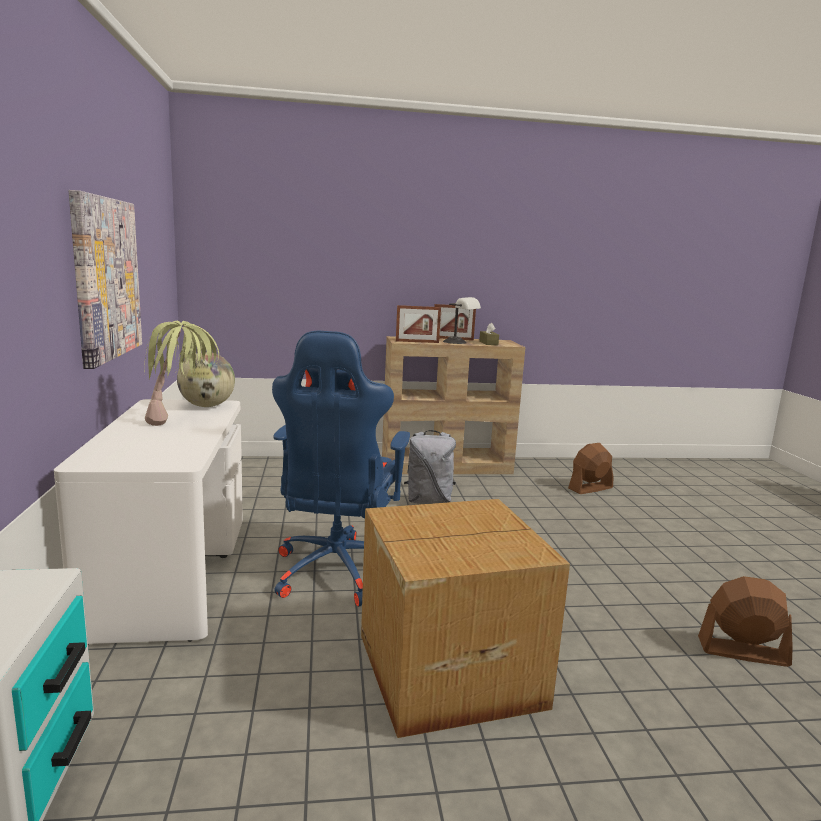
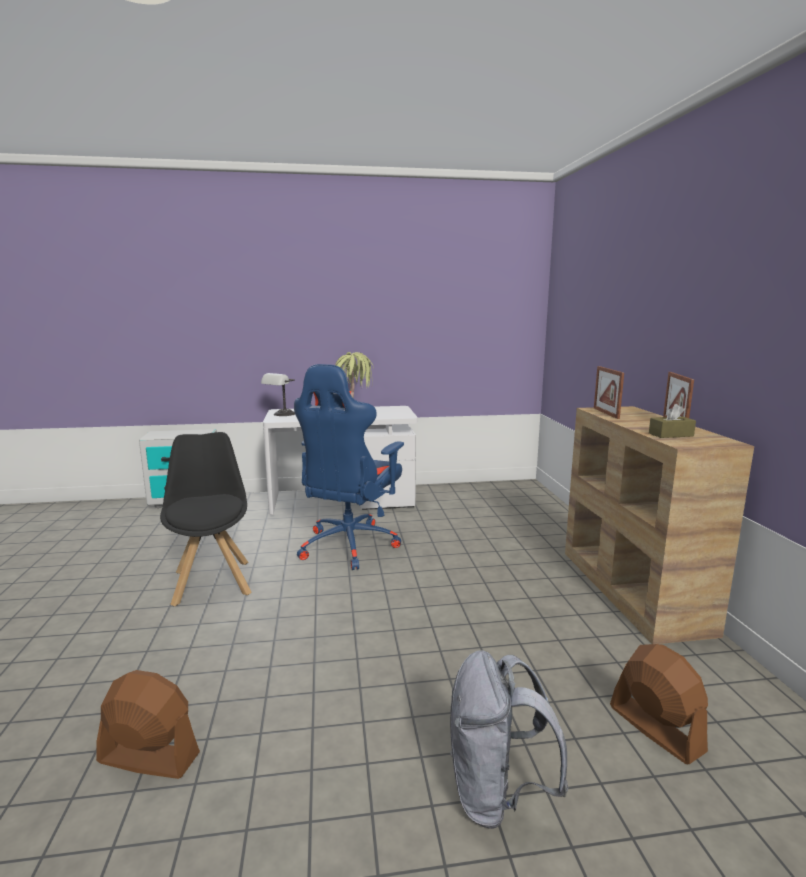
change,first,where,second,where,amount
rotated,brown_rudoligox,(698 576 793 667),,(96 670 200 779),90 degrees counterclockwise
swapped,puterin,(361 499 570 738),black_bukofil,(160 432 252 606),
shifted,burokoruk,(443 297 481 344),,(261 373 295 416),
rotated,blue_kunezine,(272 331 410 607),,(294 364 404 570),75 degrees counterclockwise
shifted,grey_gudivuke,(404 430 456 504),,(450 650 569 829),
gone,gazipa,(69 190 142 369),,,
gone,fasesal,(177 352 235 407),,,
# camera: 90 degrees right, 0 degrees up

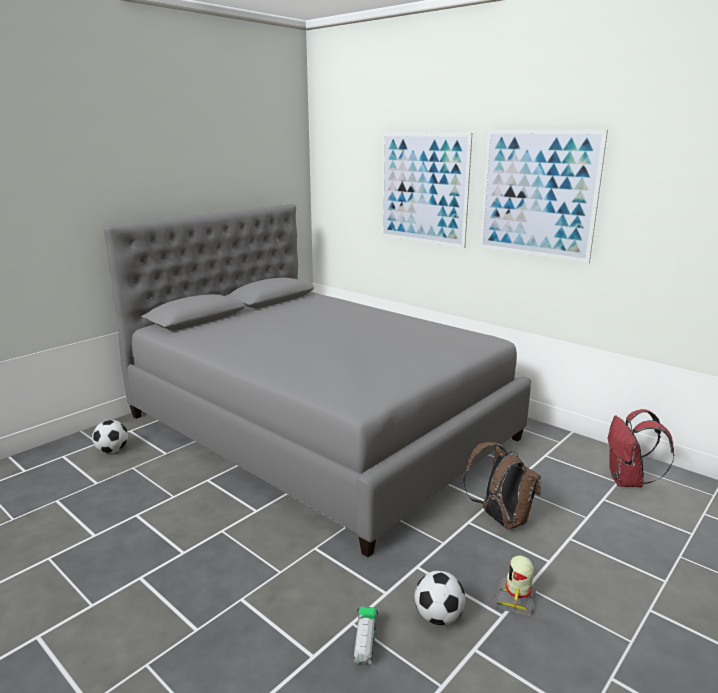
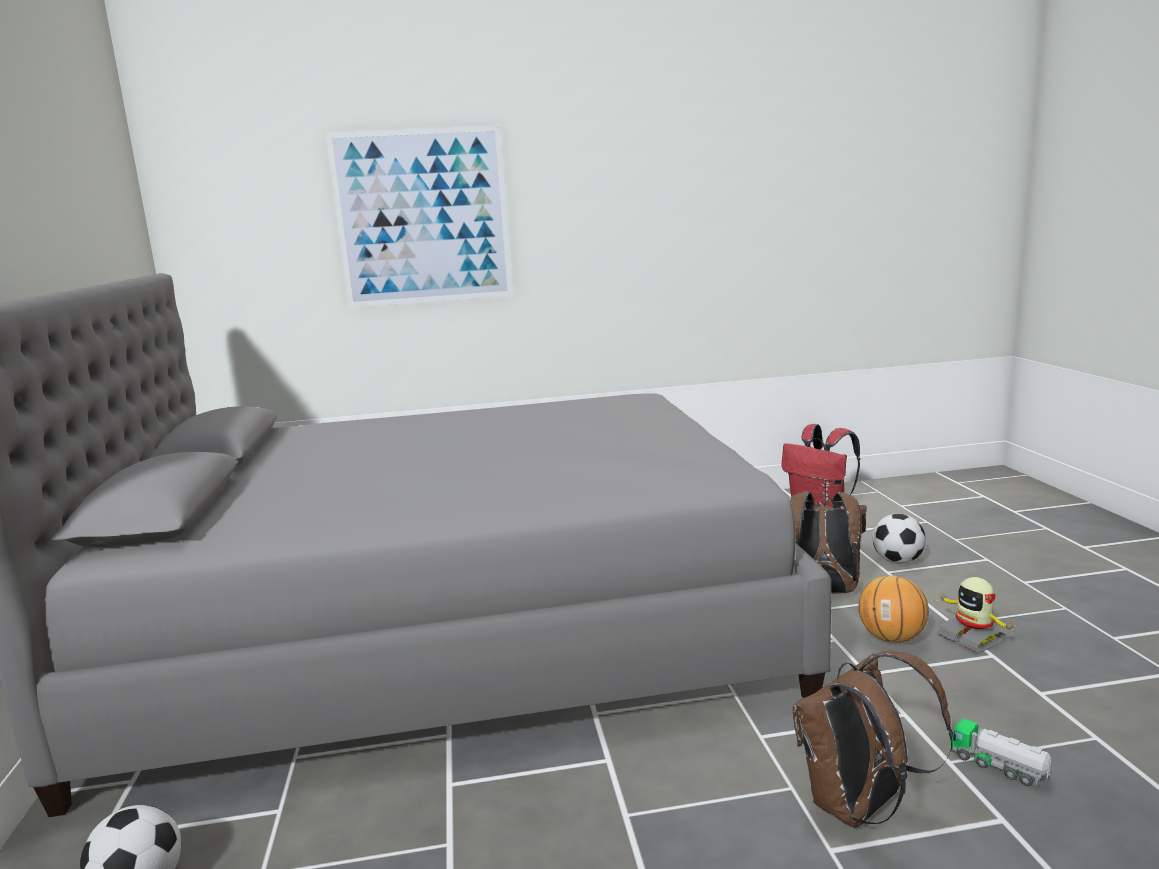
change,first,where,second,where,amount
new,,,brown_gudivuke,(793 651 953 828),
new,,,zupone,(858 576 929 643),
shifted,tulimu,(414 571 465 625),,(872 514 926 564),
gone,gazipa,(479 129 608 263),,,
# camera: 50 degrees left, 5 degrees down

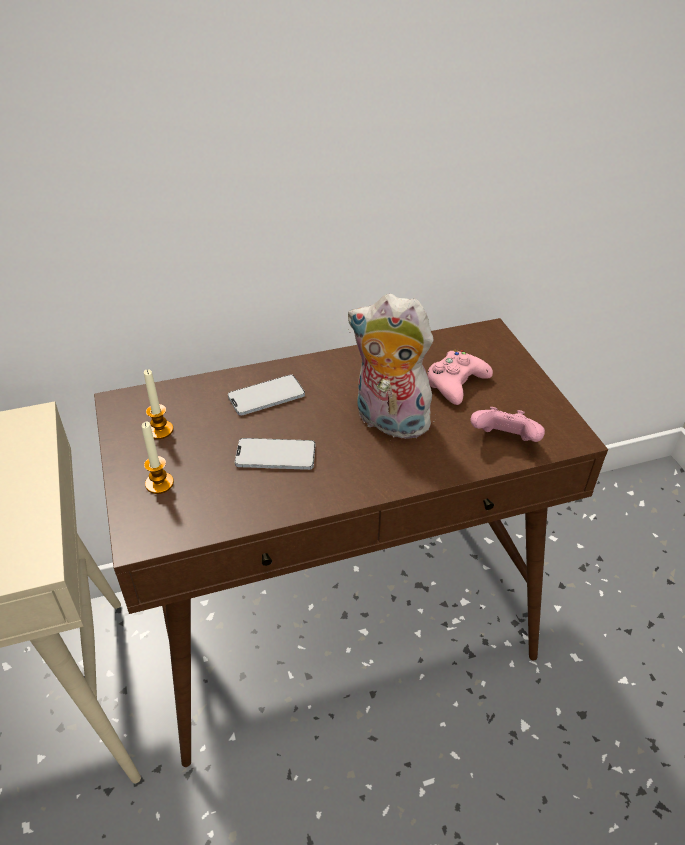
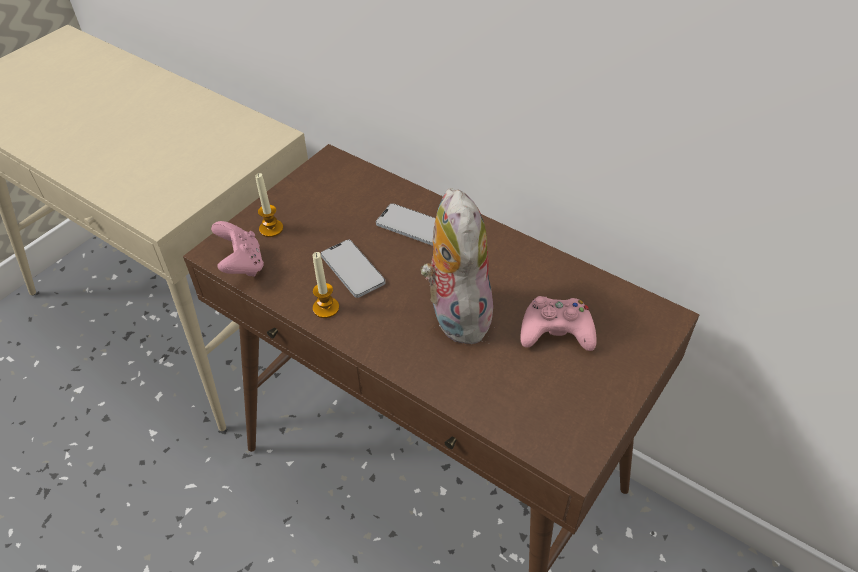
change,first,where,second,where,amount
shifted,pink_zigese,(471 407 545 442),,(211 221 264 277),
shifted,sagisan,(144 369 173 439),,(313 252 339 318),
# camera: 55 degrees right, 5 degrees up

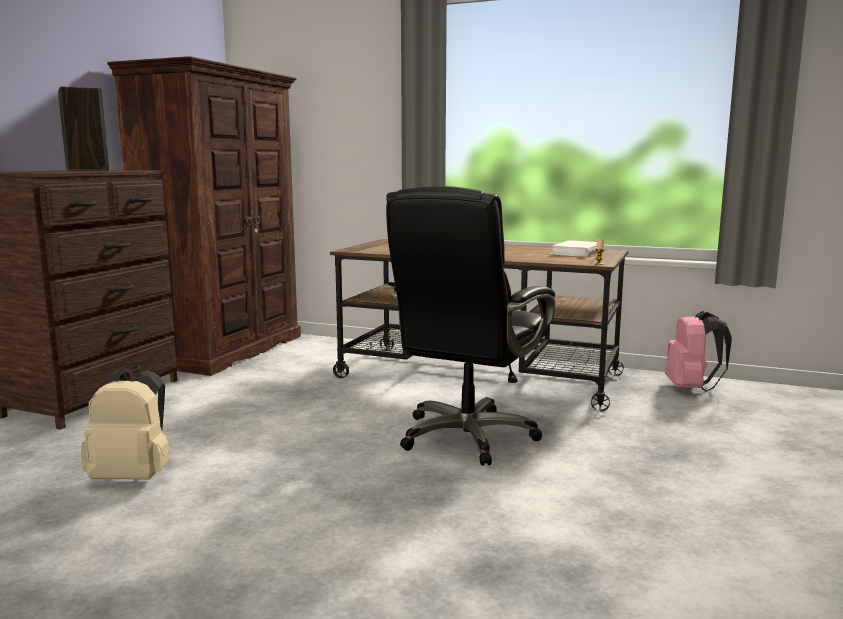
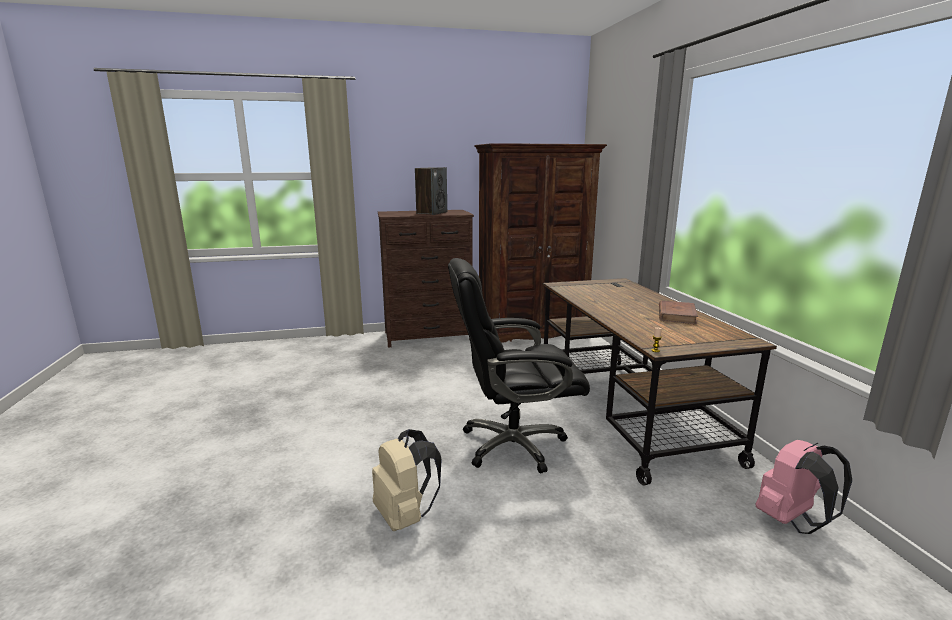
change,first,where,second,where,amount
shifted,beige_gudivuke,(81 368 170 480),,(372 429 442 531),
new,,,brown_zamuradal,(659 301 698 324),
gone,white_zamuradal,(550 240 604 257),,,
# camera: 55 degrees right, 5 degrees up

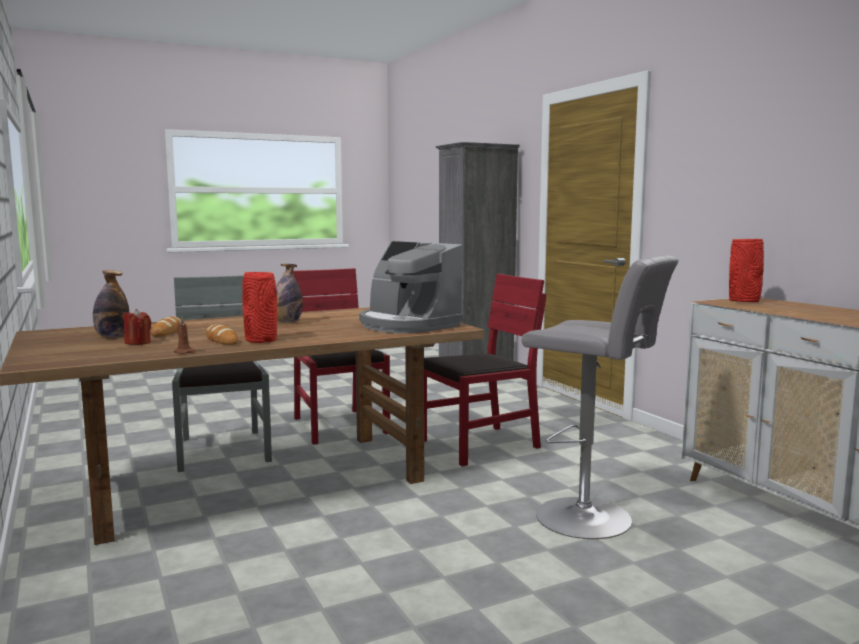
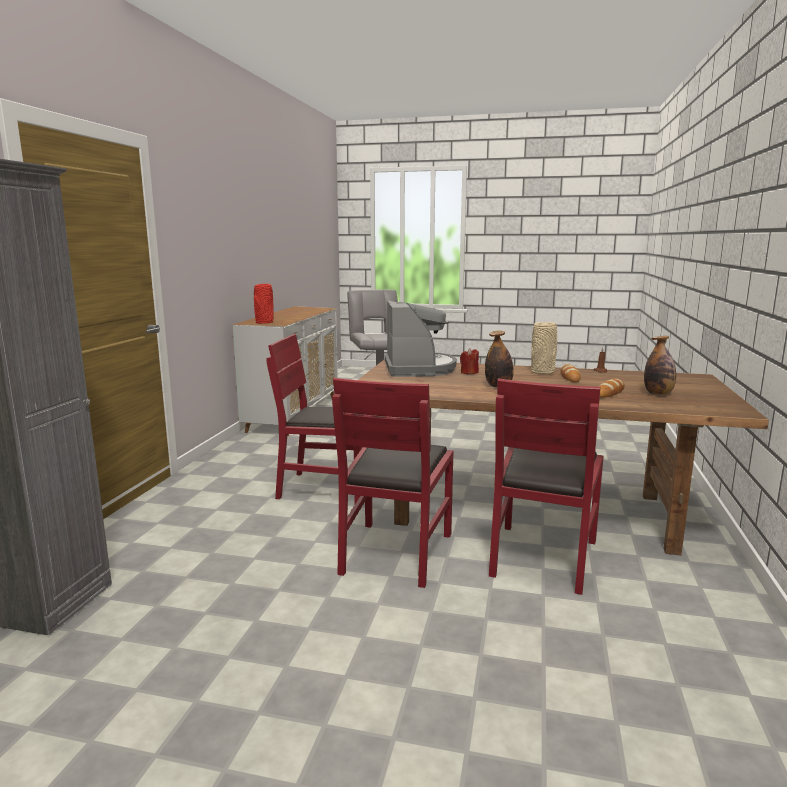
change,first,where,second,where,amount
shifted,red_sagisan,(124 309 151 345),,(460 348 479 374),
repainted,grey_bukofil,(172 275 272 472),red_bukofil,(489 378 604 595),
repainted,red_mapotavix,(242 272 277 343),beige_mapotavix,(531 322 557 374),
# camera: 140 degrees left, 5 degrees up

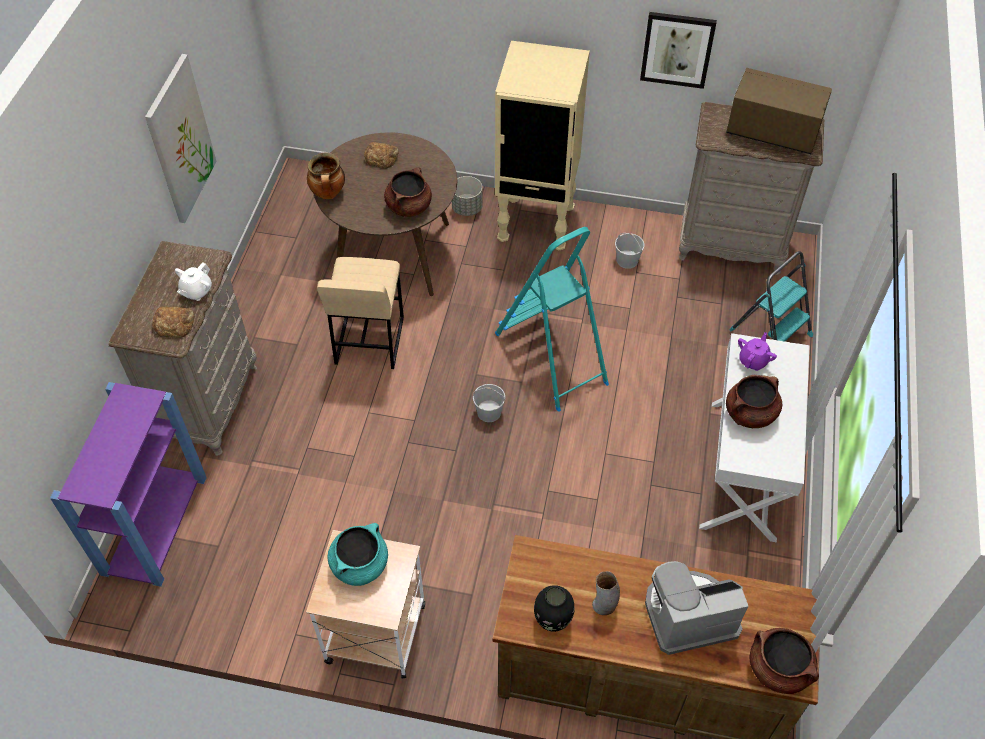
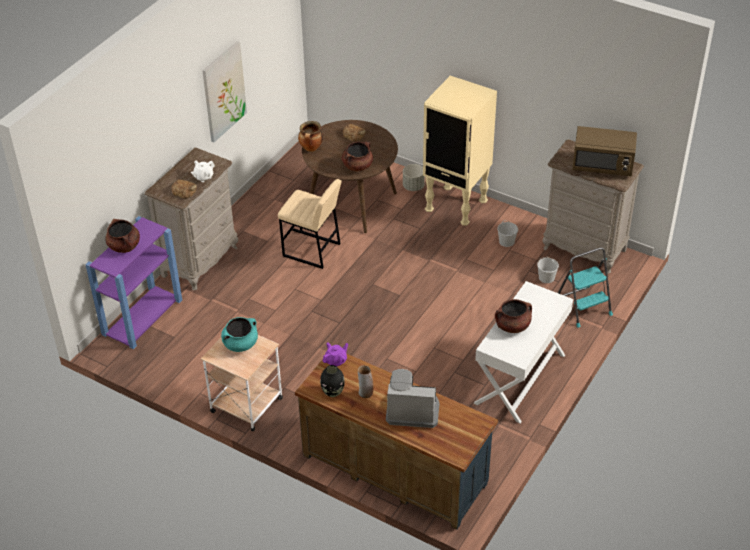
change,first,where,second,where,amount
shifted,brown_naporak,(750 628 819 694),,(105 219 140 253),
rotated,beige_bukofil,(317 257 404 369),,(278 179 342 269),90 degrees counterclockwise
shifted,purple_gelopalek,(738 332 777 371),,(323 342 348 366),
shifted,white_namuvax,(473 384 505 422),,(537 257 559 283),
rotated,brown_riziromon,(726 68 832 154),,(572 126 637 176),150 degrees clockwise
gone,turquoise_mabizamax,(495 227 609 412),,,
gone,gazipa,(640 12 717 89),,,
# camera: 20 degrees right, 10 degrees down

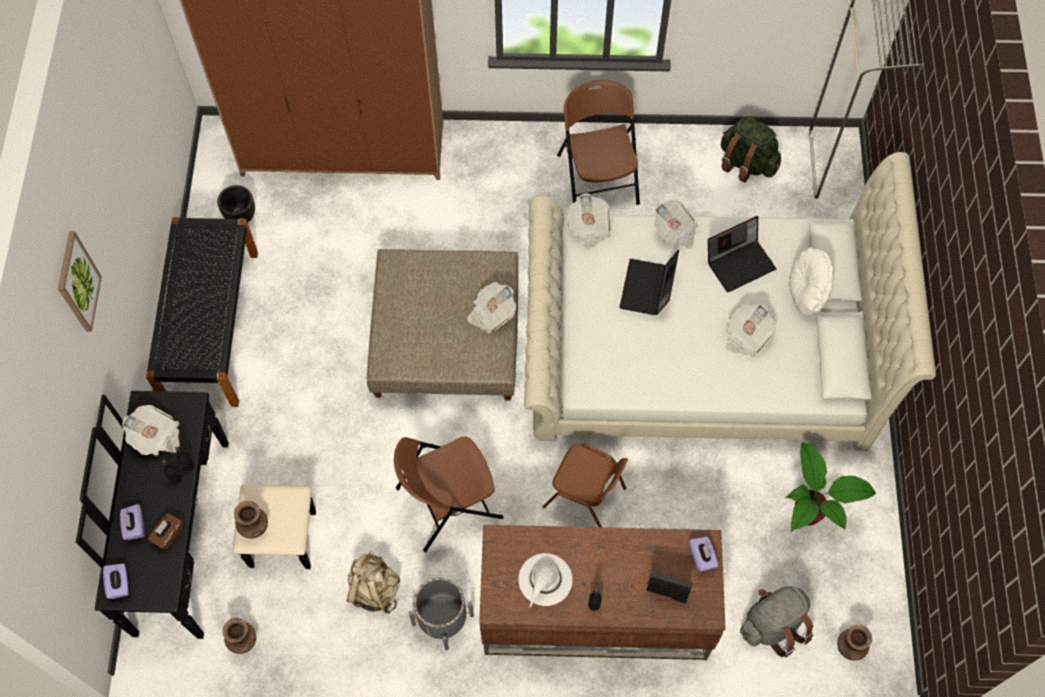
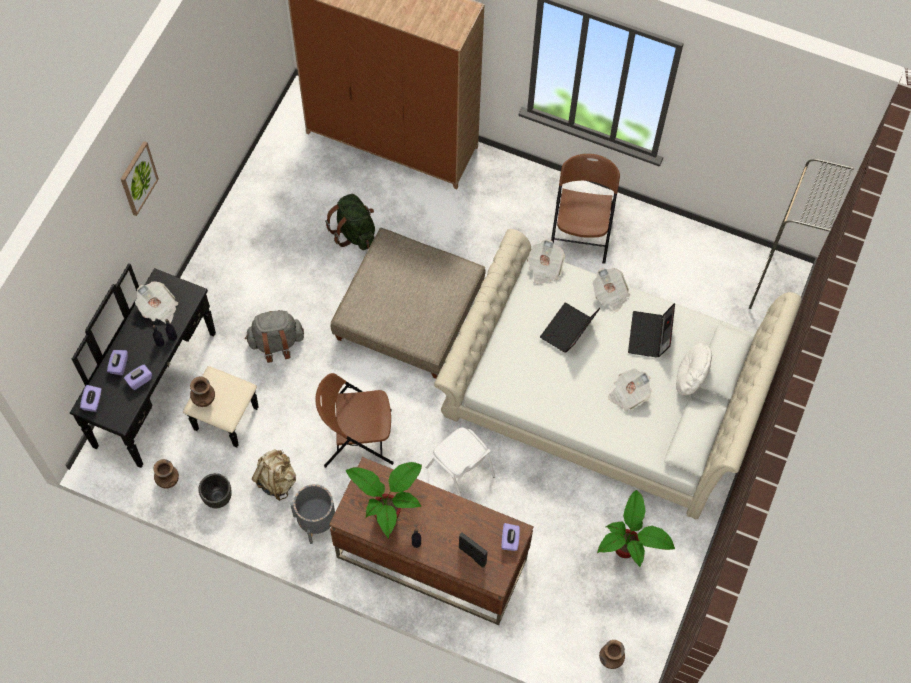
change,first,where,second,where,amount
repainted,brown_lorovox,(148 513 183 549),purple_lorovox,(124 364 152 390),
shifted,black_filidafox,(217 185 255 223),,(198 473 232 508),
shifted,grey_gudivuke,(740 586 813 658),,(245 310 304 363),
shifted,green_gudivuke,(721 116 781 182),,(325 194 375 250),
swapped,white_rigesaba,(518 553 572 608),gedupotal,(346 462 422 538),
repainted,brown_bukofil,(542 444 628 527),white_bukofil,(426 427 495 497),
rotated,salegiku,(708 216 776 293),,(628 303 675 358),105 degrees clockwise
gone,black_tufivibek,(146 217 258 407),,,
gone,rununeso,(467 282 516 334),,,
# camera: 20 degrees right, 0 degrees up

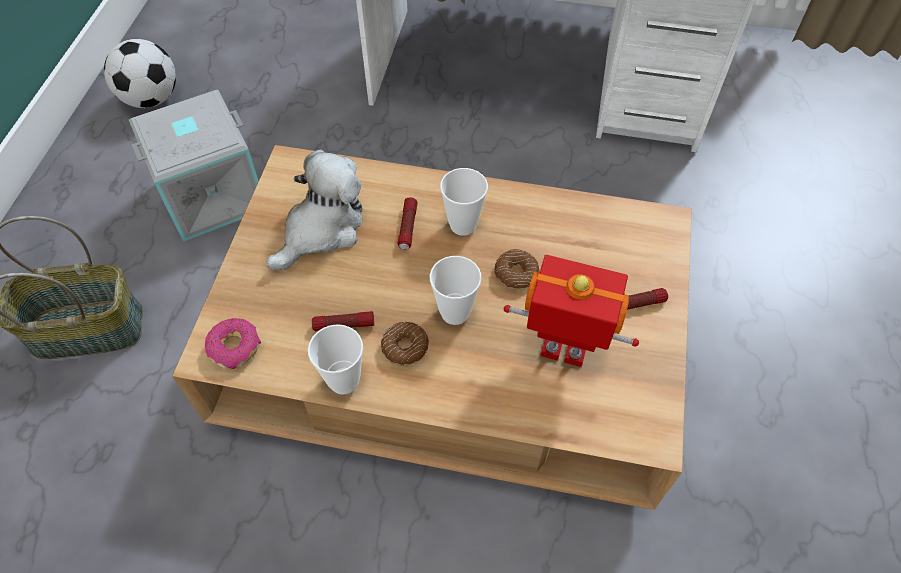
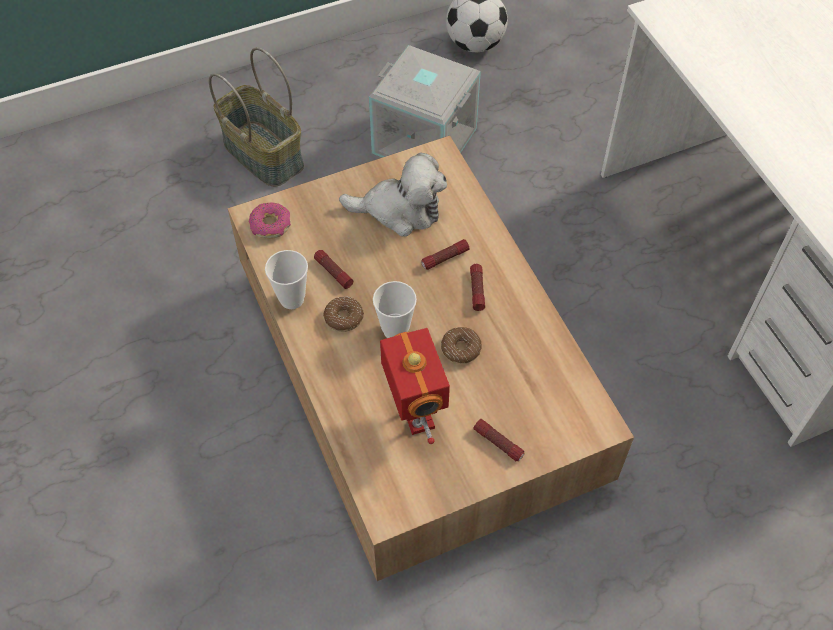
change,first,where,second,where,amount
swapped,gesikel,(440 168 488 236),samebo,(470 264 485 311),
# camera: 55 degrees right, 0 degrees up

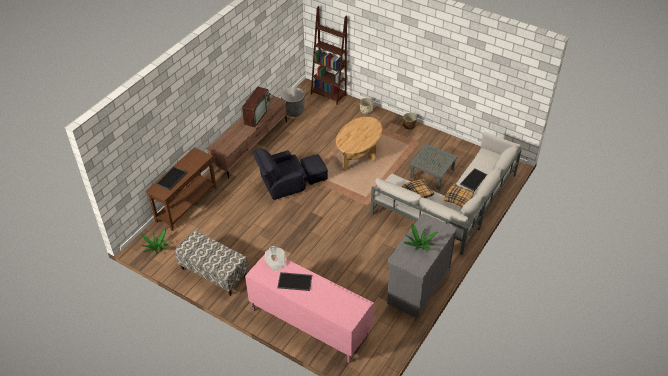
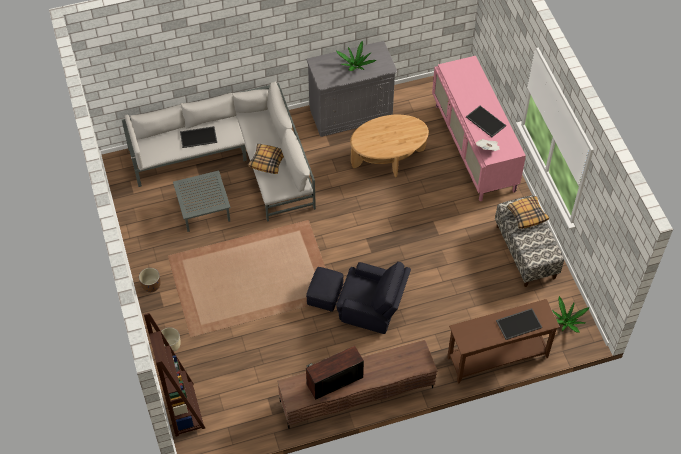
change,first,where,second,where,amount
shifted,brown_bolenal,(336 117 382 171),,(350 115 429 177),
shifted,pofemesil,(444 184 474 207),,(507 196 549 229),
gone,grey_filidafox,(281 87 305 117),,,
# camera: 140 degrees left, 10 degrees up

